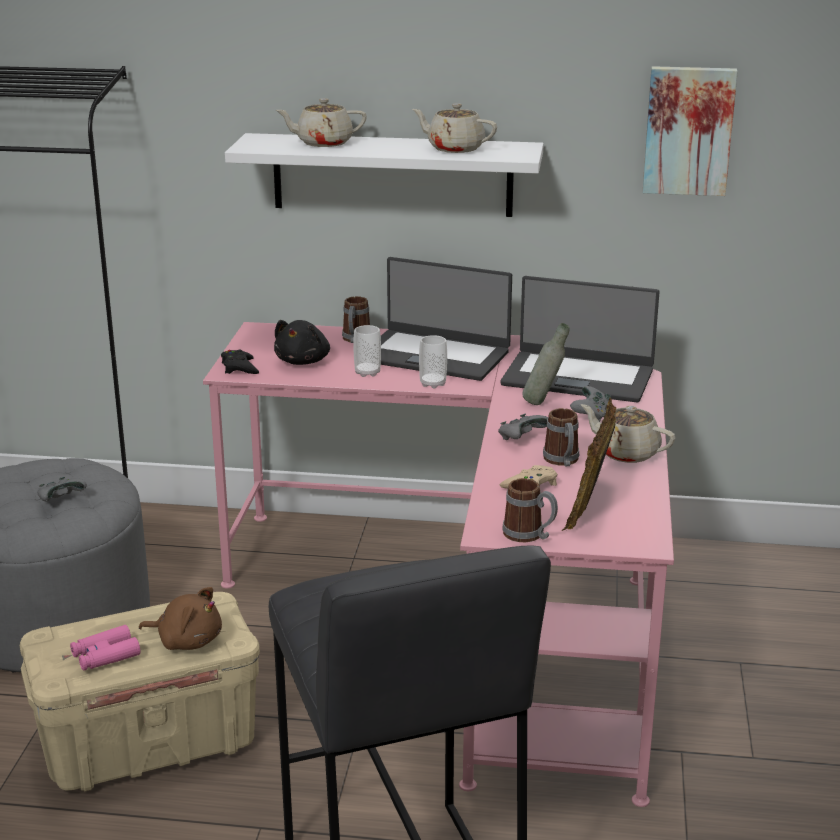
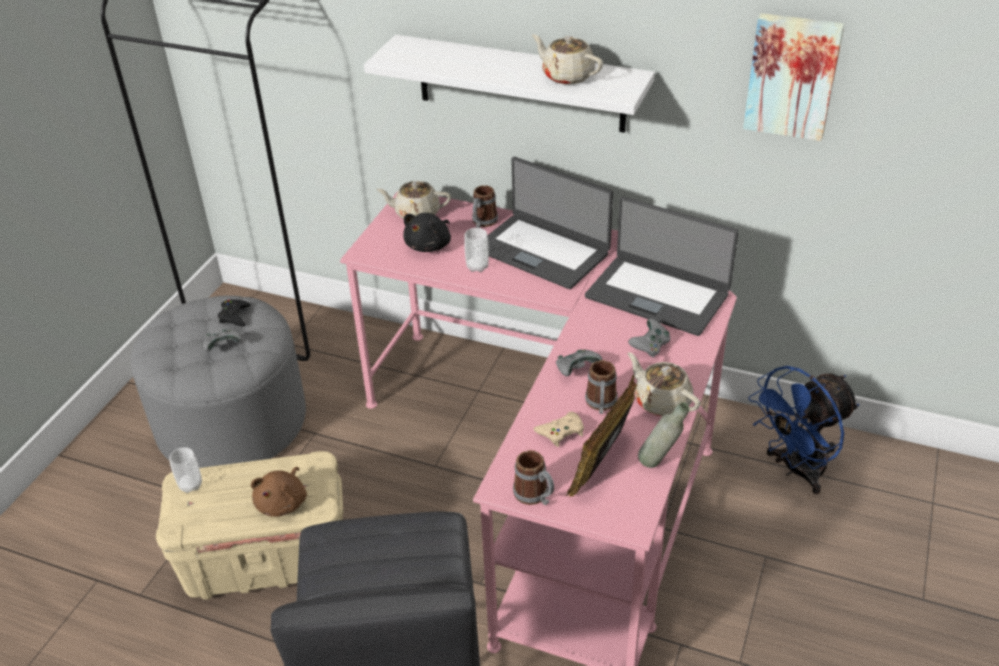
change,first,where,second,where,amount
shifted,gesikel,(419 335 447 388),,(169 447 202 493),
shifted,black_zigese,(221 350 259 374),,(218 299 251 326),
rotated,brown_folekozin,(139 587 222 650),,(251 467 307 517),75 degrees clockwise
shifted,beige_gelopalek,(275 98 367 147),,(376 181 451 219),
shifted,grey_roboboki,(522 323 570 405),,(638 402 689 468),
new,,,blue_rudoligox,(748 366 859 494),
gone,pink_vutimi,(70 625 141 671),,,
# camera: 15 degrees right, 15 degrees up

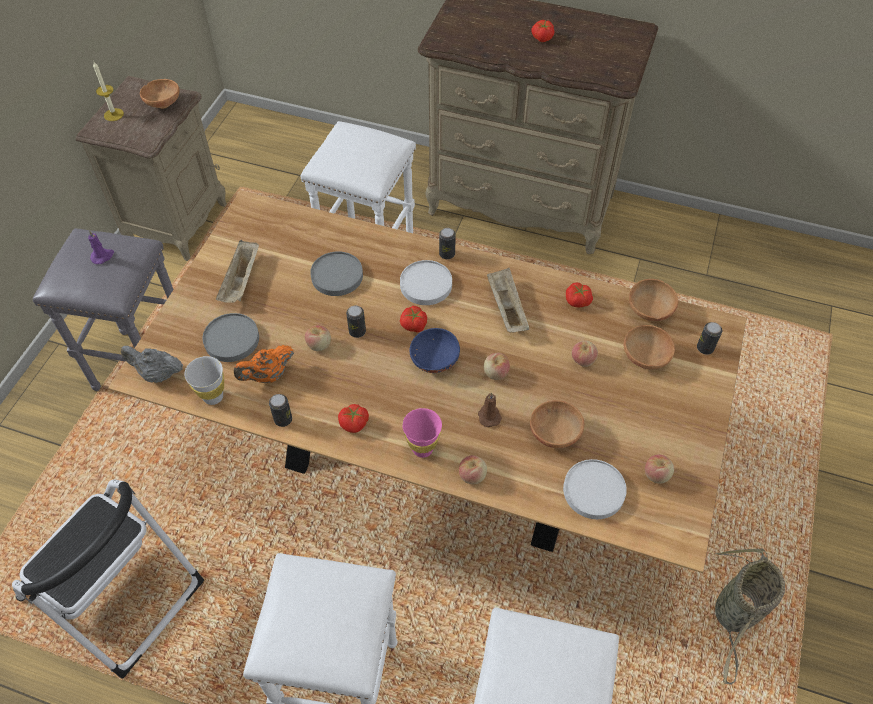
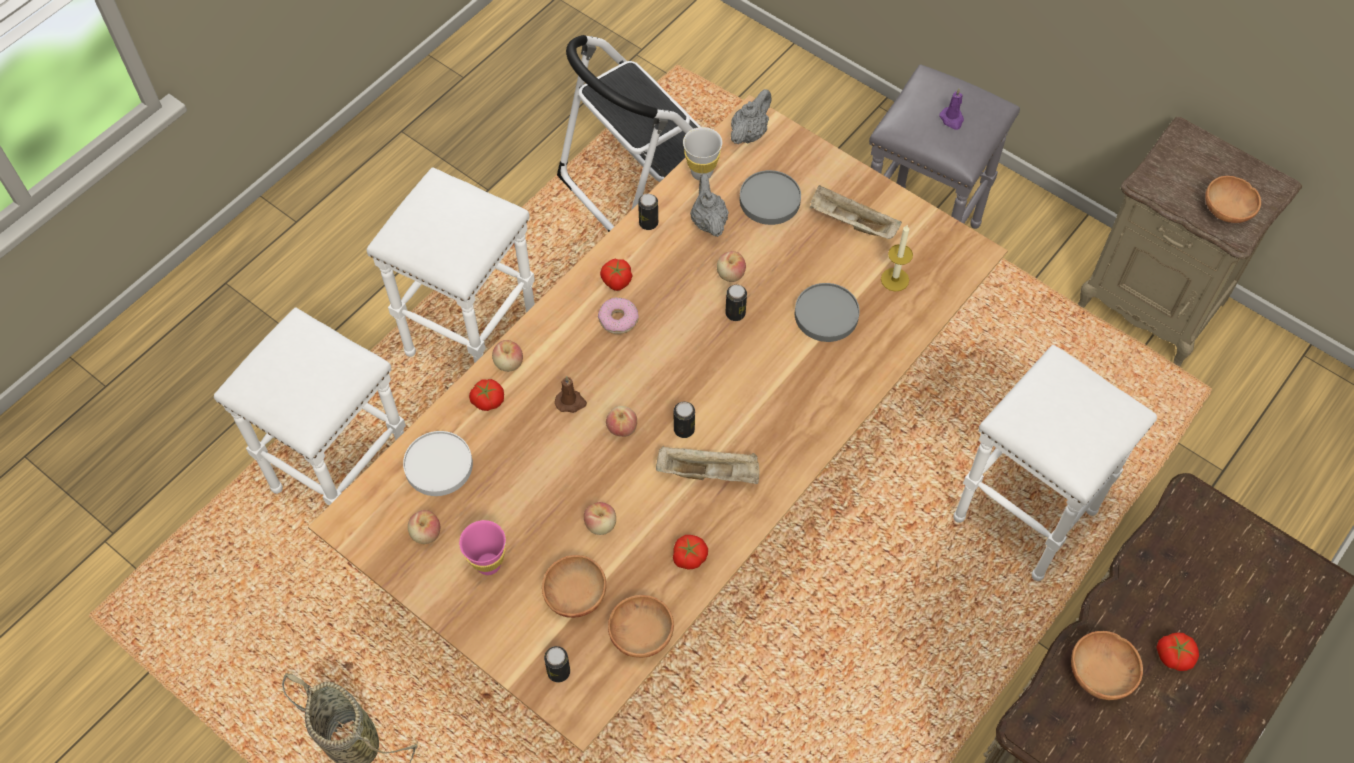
change,first,where,second,where,amount
shifted,pink_gesikel,(402 408 442 458),,(459 520 506 575),
shifted,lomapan,(400 306 427 332),,(469 379 504 411),
new,,,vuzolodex,(598 298 639 334),
shifted,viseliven,(439 228 456 259),,(674 402 695 438),
repainted,orange_gelopalek,(234 345 294 383),grey_gelopalek,(690 173 729 237),
shifted,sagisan,(93 62 124 121),,(881 225 913 291),
shifted,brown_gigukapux,(530 400 584 448),,(1071 631 1143 700),
gone,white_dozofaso,(400 260 452 305),,,
gone,blue_gigukapux,(410 328 460 373),,,
# camera: 110 degrees right, 5 degrees up

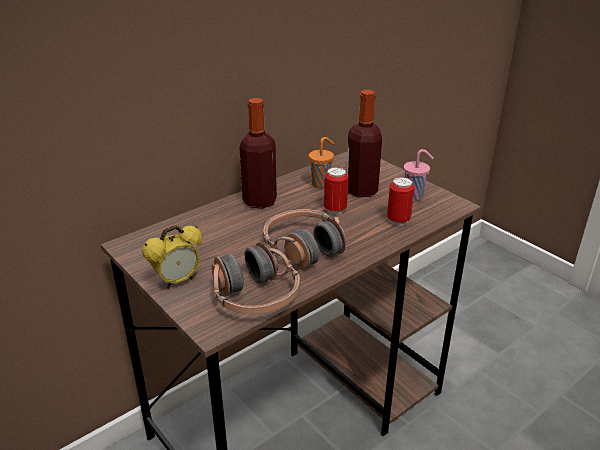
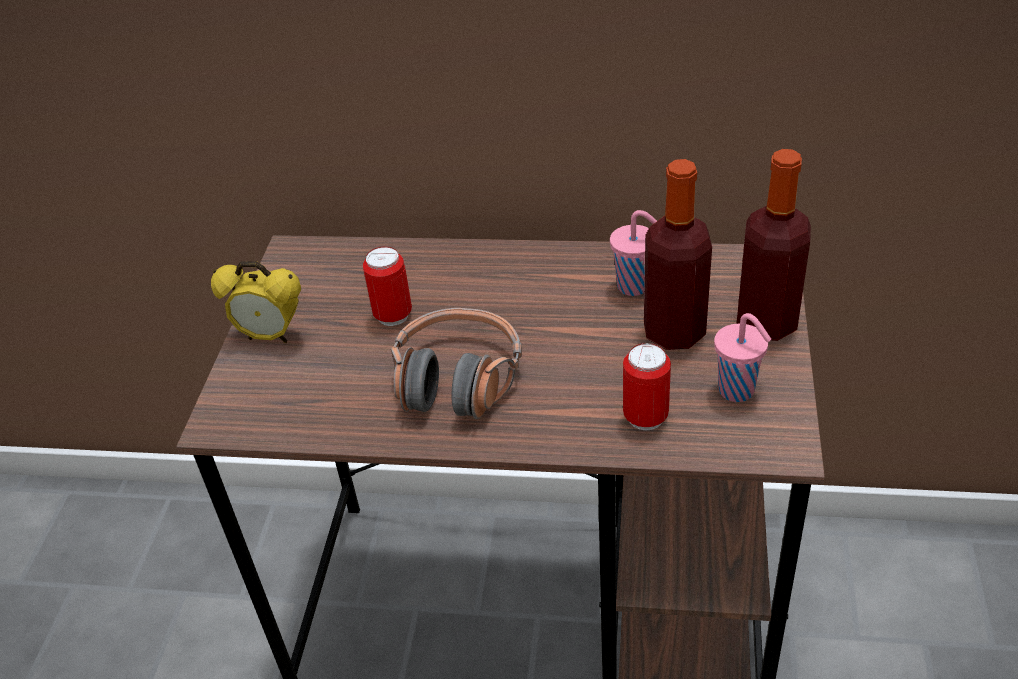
change,first,where,second,where,amount
shifted,viseliven,(324 167 348 214),,(363 246 412 326),
repainted,orange_gesikel,(309 137 334 188),pink_gesikel,(610 210 657 296),
shifted,roboboki,(240 98 277 209),,(737 149 811 341),
gone,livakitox,(212 243 300 314),,,
# camera: 50 degrees right, 10 degrees up

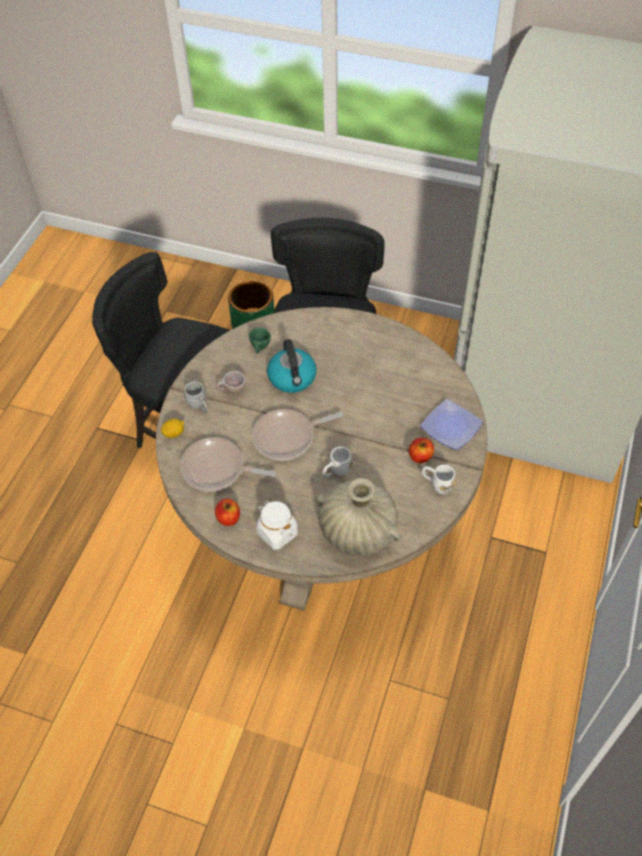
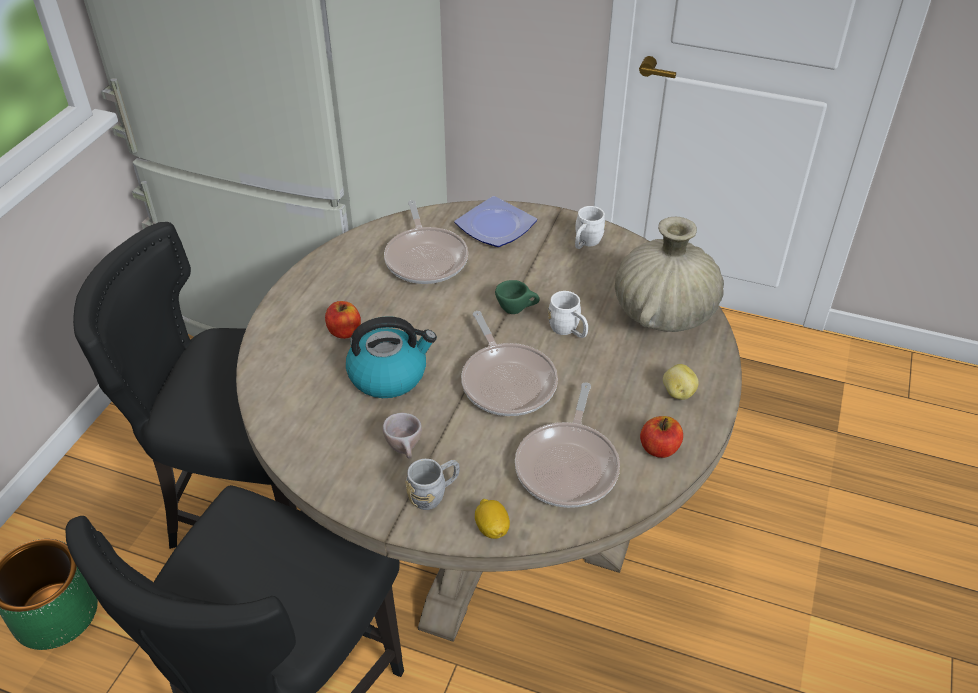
change,first,where,second,where,amount
shifted,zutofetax,(409 438 434 463),,(325 301 361 339),
new,,,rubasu,(384 200 468 284),
shifted,green_gesikel,(249 327 271 354),,(495 280 540 314),
swapped,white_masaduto,(256 501 298 550),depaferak,(663 364 699 400),
# camera: 90 degrees left, 10 degrees down

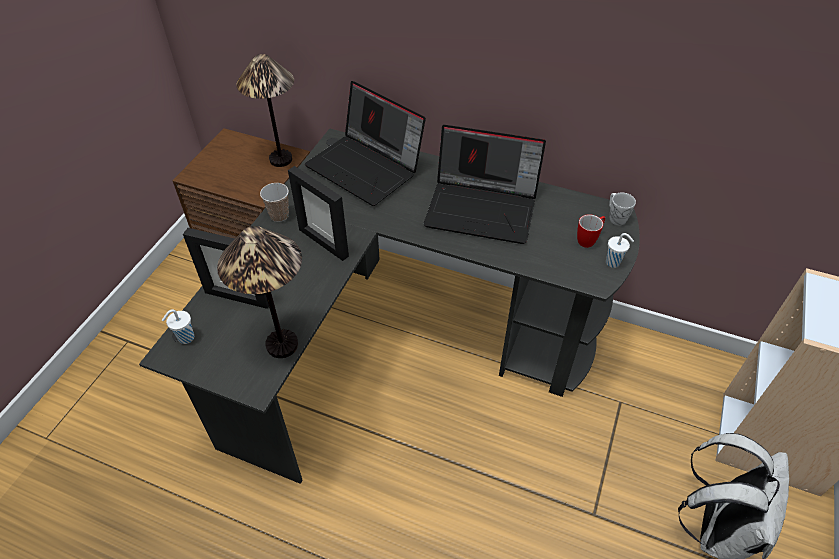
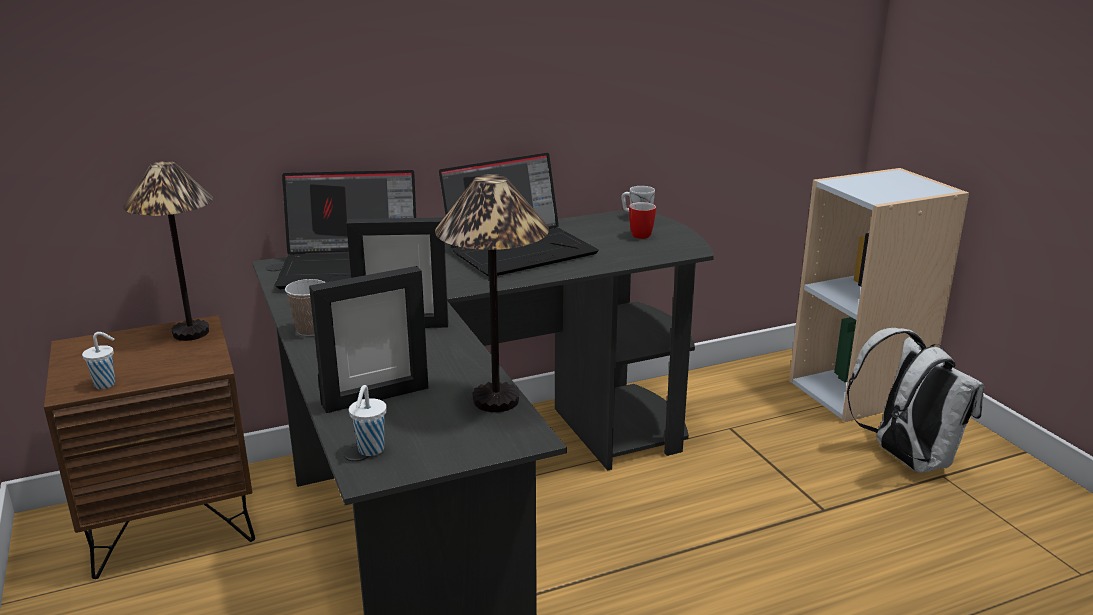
change,first,where,second,where,amount
shifted,white_gesikel,(606 233 634 268),,(82 332 115 389),
# camera: 45 degrees left, 25 degrees down

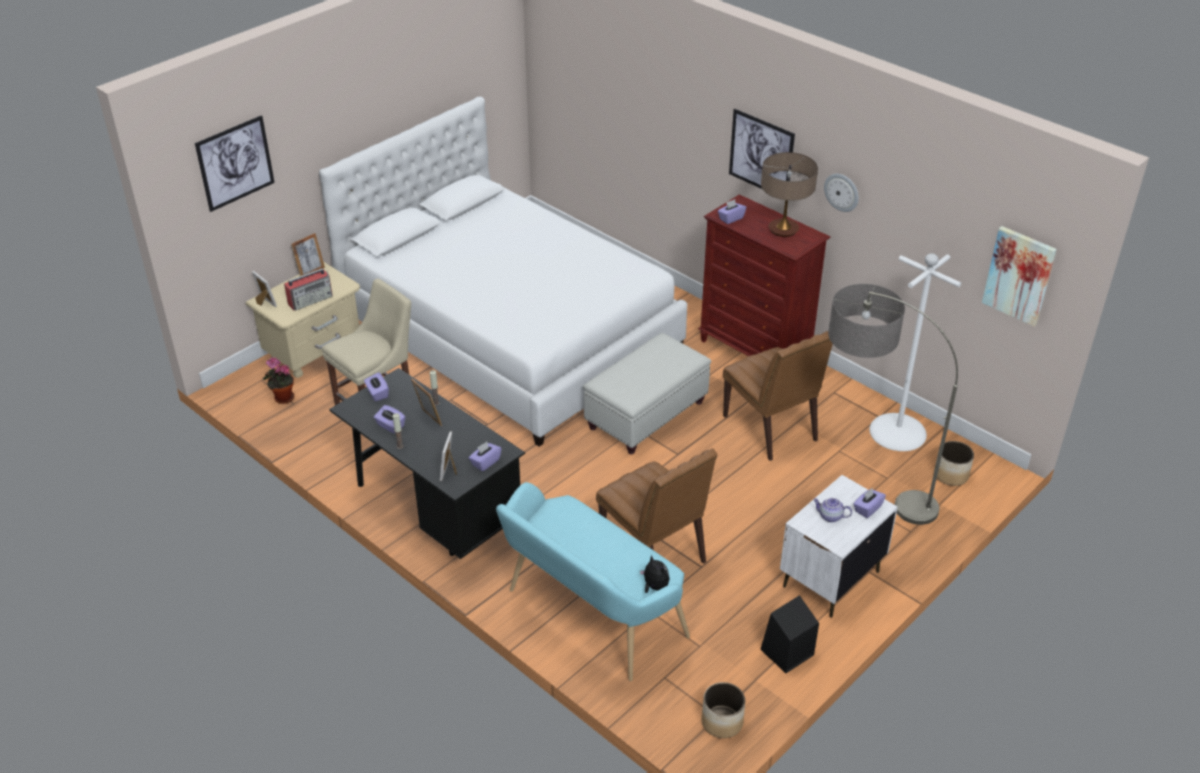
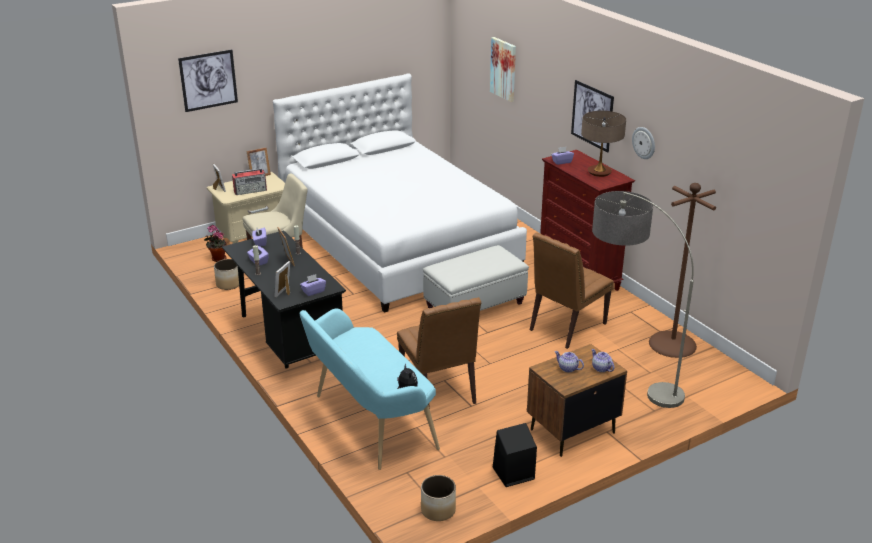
change,first,where,second,where,amount
shifted,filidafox,(934 441 974 486),,(214 259 239 290),
shifted,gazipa,(982 226 1057 326),,(490 37 516 102),
repainted,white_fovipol,(780 475 898 618),brown_fovipol,(527 344 627 457),
rotated,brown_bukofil,(723 331 833 461),,(530 232 614 349),60 degrees clockwise
swapped,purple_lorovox,(854 488 886 518),gelopalek,(591 349 614 372),
repainted,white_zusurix,(869 253 961 451),brown_zusurix,(649 183 716 358),
# camera: 15 degrees right, 10 degrees down

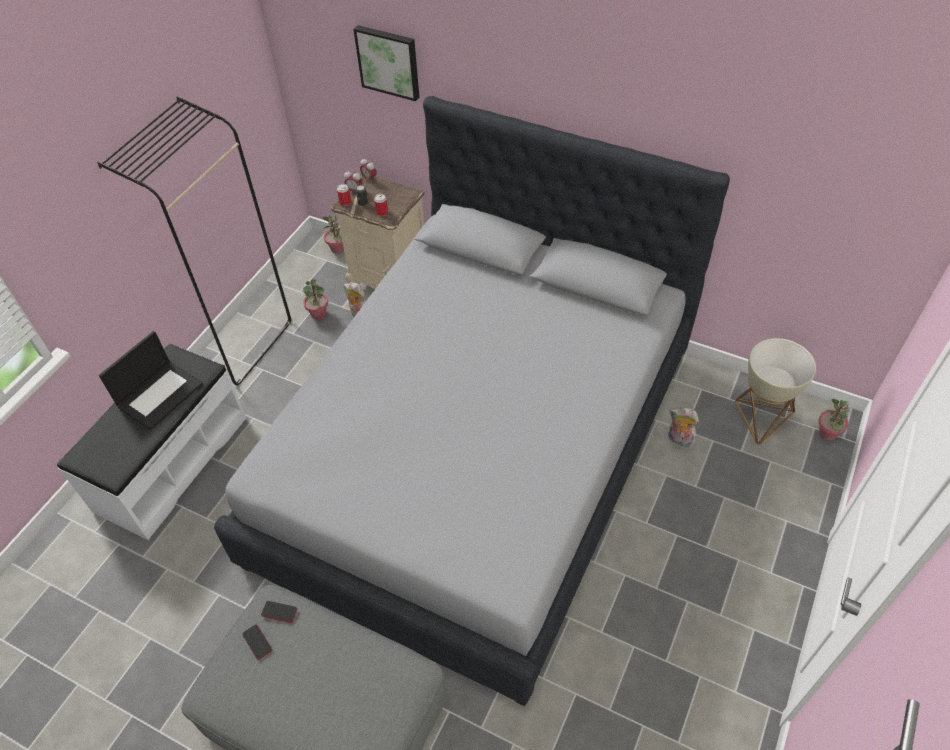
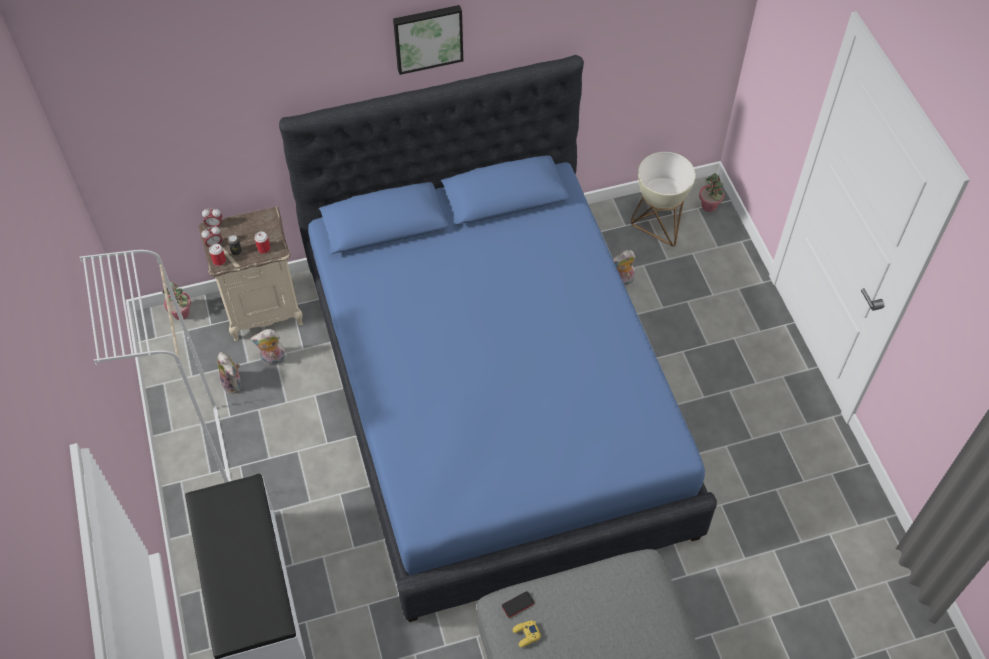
change,first,where,second,where,amount
repainted,black_zusurix,(97 96 291 385),white_zusurix,(79 250 231 483),
swapped,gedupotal,(303 279 328 320),folekozin,(217 352 241 393),
repainted,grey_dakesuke,(214 96 730 706),blue_dakesuke,(279 55 717 622),
shifted,gazipa,(353 25 419 101),,(393 5 463 75),
swapped,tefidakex,(242 624 272 660),yellow_zigese,(513 620 541 647),
gone,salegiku,(99 331 203 430),,,
# camera: 45 degrees left, 5 degrees up

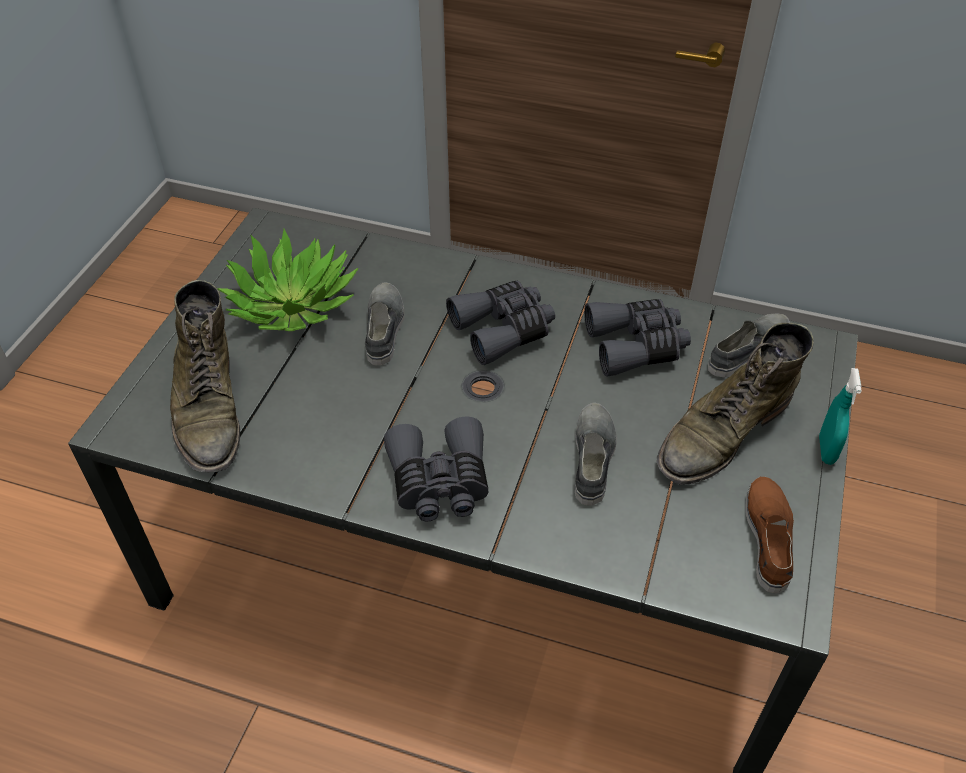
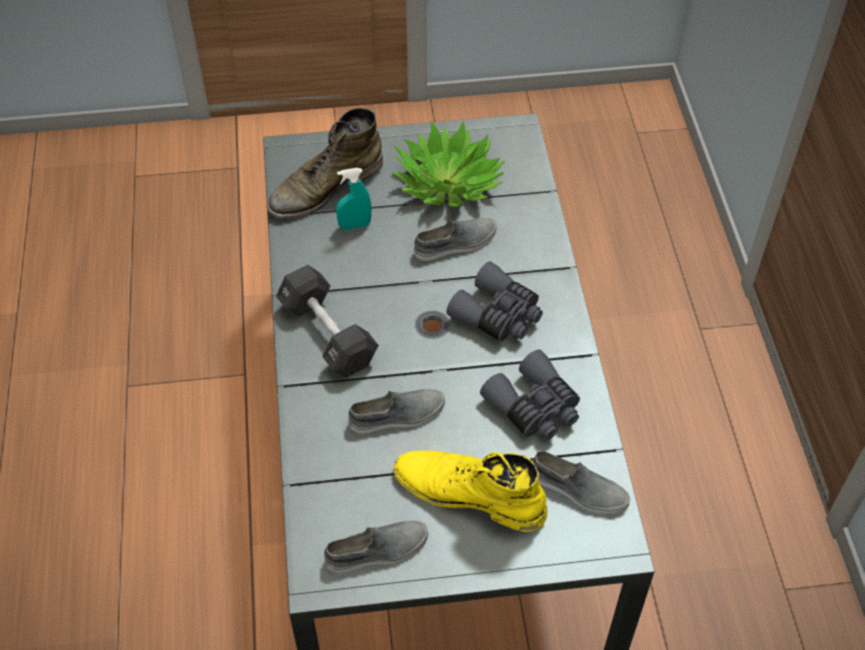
change,first,where,second,where,amount
swapped,grey_vutimi,(384 417 489 522),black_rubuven,(276 265 379 377),
repainted,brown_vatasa,(746 476 794 593),grey_vatasa,(324 521 428 573),
shifted,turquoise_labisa,(819 368 862 465),,(336 168 372 230),
repainted,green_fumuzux,(657 323 813 485),yellow_fumuzux,(394 451 548 532),
# camera: 65 degrees right, 5 degrees up

